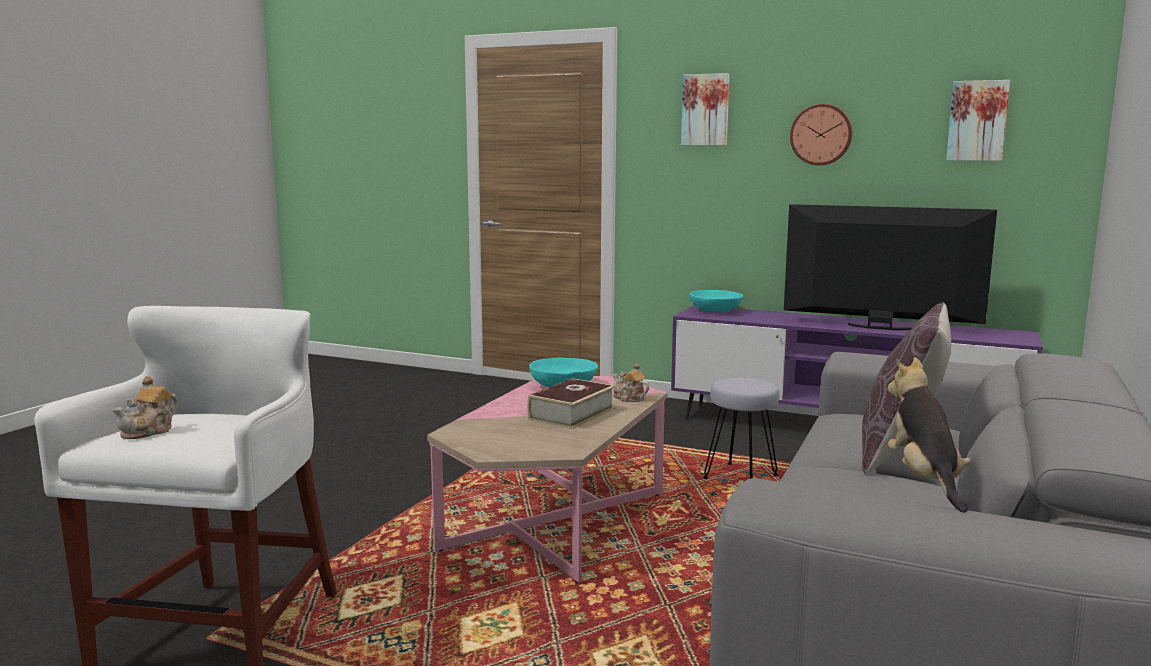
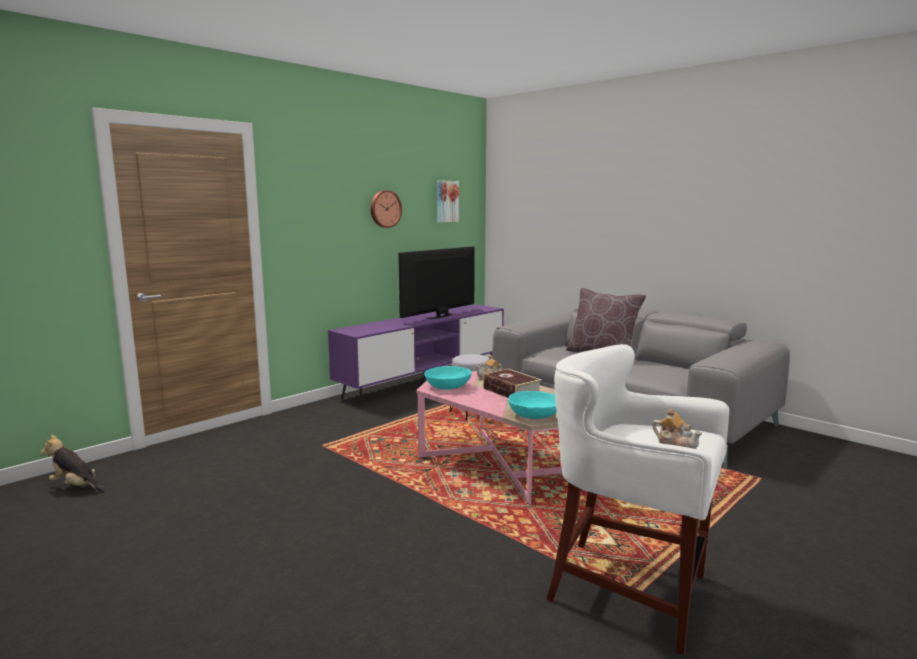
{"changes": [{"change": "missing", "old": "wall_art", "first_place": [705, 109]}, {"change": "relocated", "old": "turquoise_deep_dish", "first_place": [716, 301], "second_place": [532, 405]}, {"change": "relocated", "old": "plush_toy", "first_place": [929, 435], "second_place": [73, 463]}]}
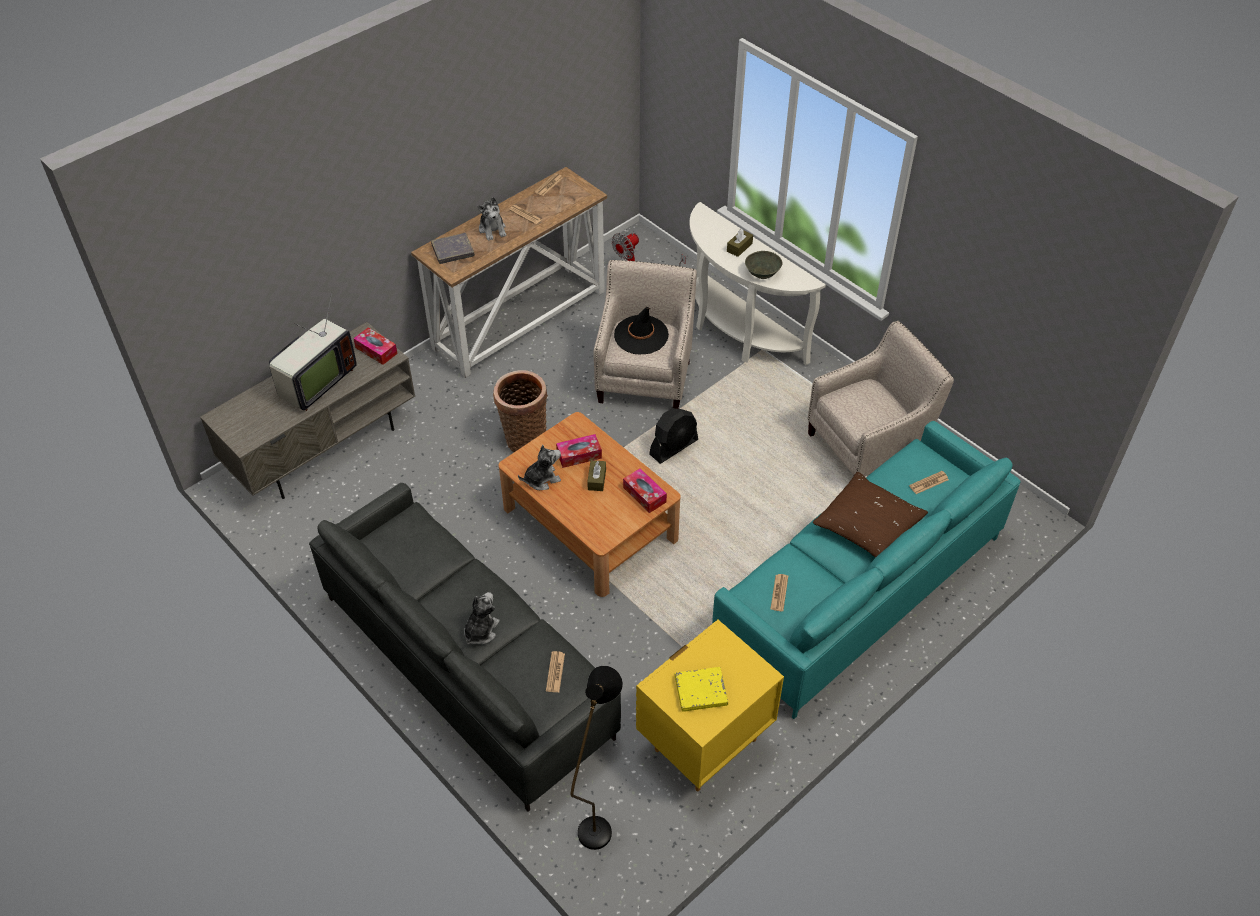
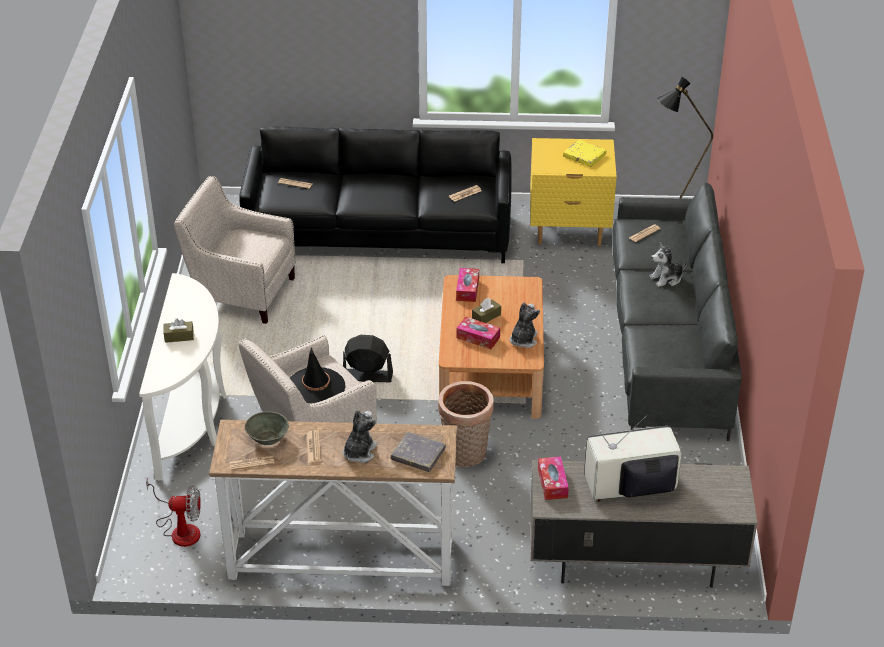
{"changes": [{"change": "spun", "old": "plush_toy", "first_place": [539, 467], "second_place": [525, 325], "degrees": 90}, {"change": "colour", "old": "turquoise_sofa", "new": "black-coloured_sofa", "first_place": [866, 570], "second_place": [375, 194]}, {"change": "relocated", "old": "grey_deep_dish", "first_place": [764, 265], "second_place": [266, 428]}, {"change": "missing", "old": "brown-coloured_cushion", "first_place": [870, 515]}]}
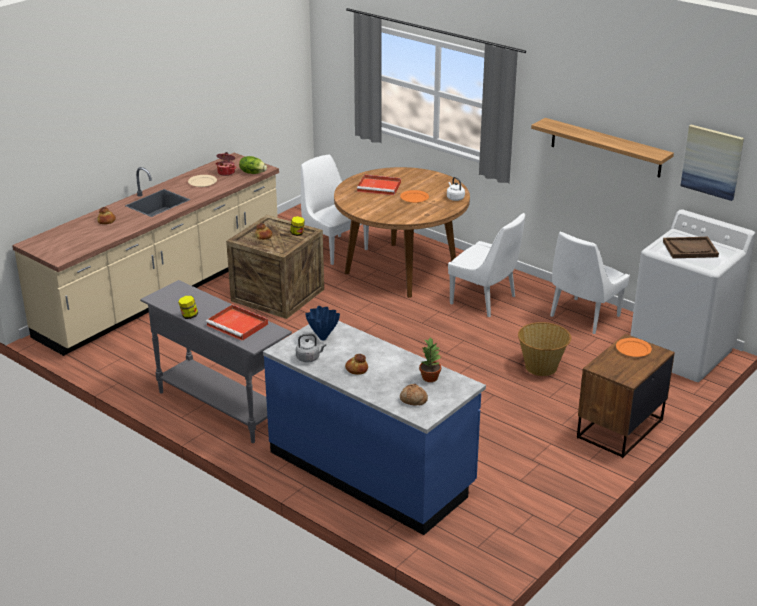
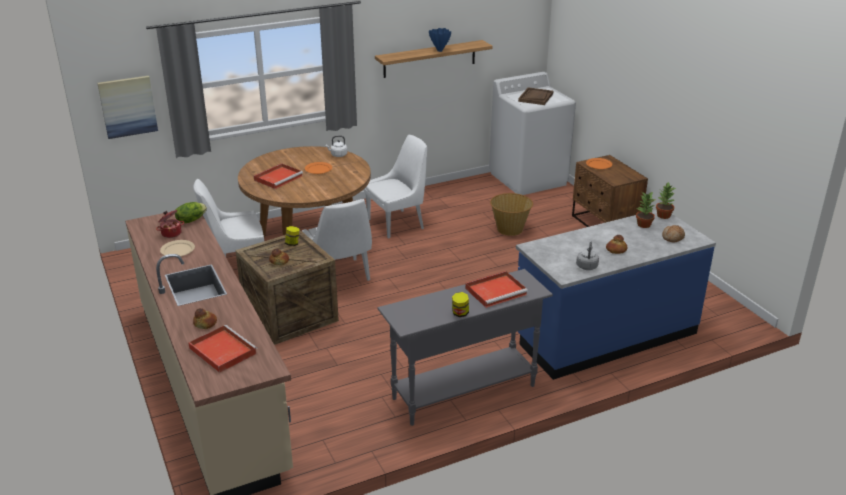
{"changes": [{"change": "relocated", "old": "blue_vase", "first_place": [322, 323], "second_place": [440, 40]}, {"change": "relocated", "old": "white-coloured_upright_chair", "first_place": [590, 283], "second_place": [337, 240]}, {"change": "relocated", "old": "wall_art", "first_place": [712, 163], "second_place": [127, 107]}, {"change": "appeared", "new": "reddish_carrying_tray", "second_place": [223, 349]}, {"change": "appeared", "new": "potted_plant", "second_place": [666, 201]}]}
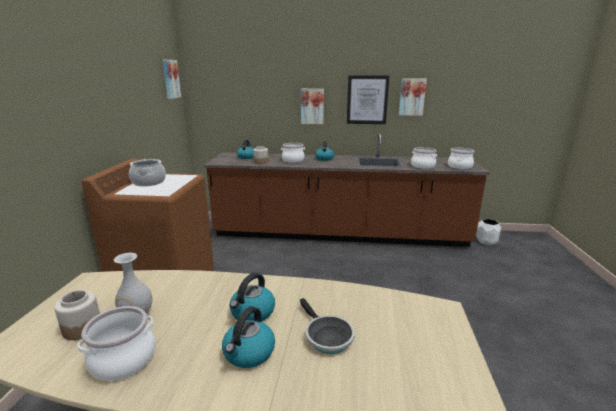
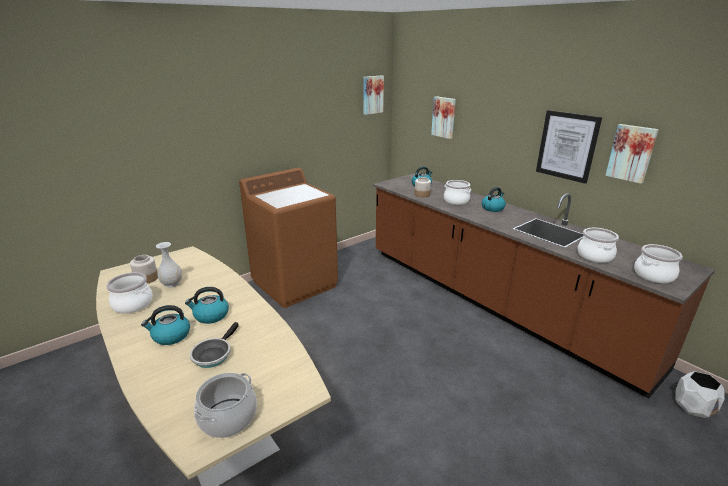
{"changes": [{"change": "relocated", "old": "saucepot", "first_place": [147, 172], "second_place": [225, 405]}, {"change": "relocated", "old": "wall_art", "first_place": [312, 106], "second_place": [443, 117]}]}
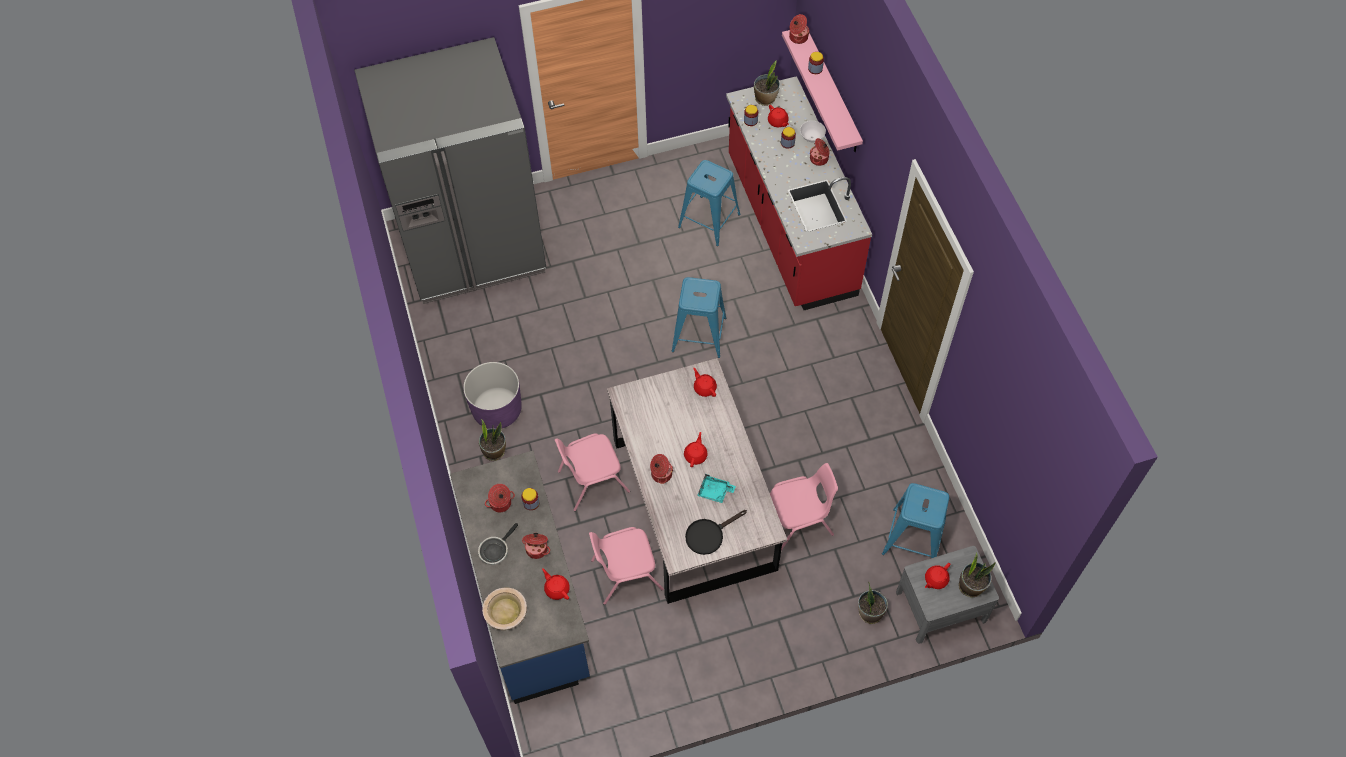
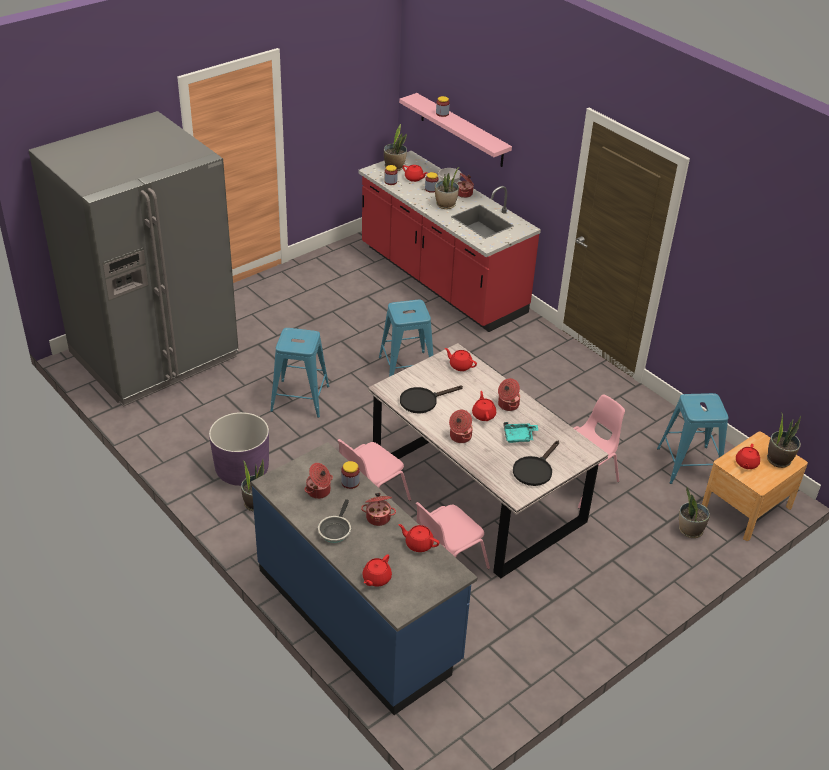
{"changes": [{"change": "exchanged", "old": "beige-coloured_deep_dish", "new": "reddish_teapot", "first_place": [504, 608], "second_place": [377, 570]}, {"change": "relocated", "old": "blue_stool", "first_place": [709, 203], "second_place": [299, 373]}, {"change": "relocated", "old": "saucepot", "first_place": [799, 29], "second_place": [509, 394]}, {"change": "colour", "old": "grey_bedside_table", "new": "brown-coloured_bedside_table", "first_place": [947, 595], "second_place": [755, 486]}, {"change": "appeared", "new": "black-coloured_pan", "second_place": [431, 399]}, {"change": "appeared", "new": "potted_plant", "second_place": [447, 188]}]}
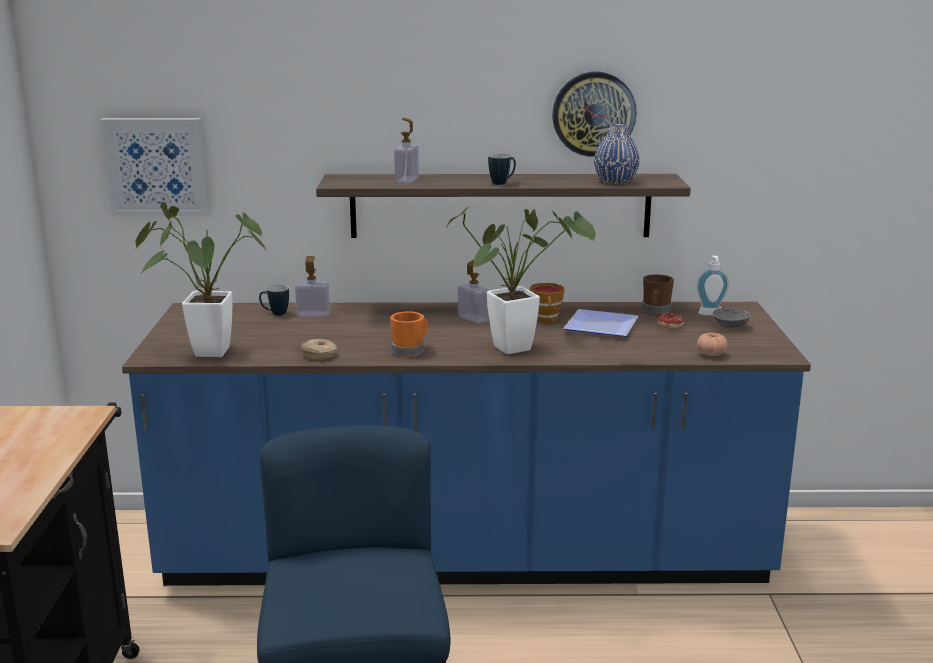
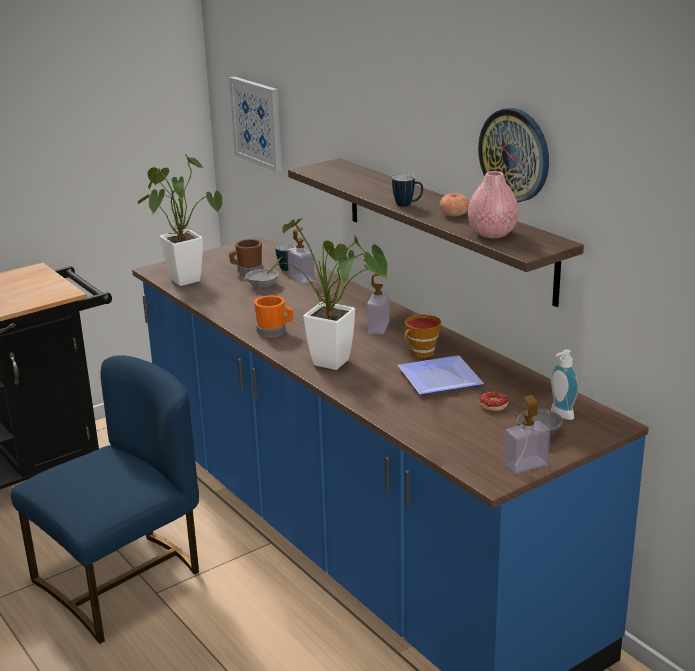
{"changes": [{"change": "missing", "old": "doughnut", "first_place": [319, 349]}, {"change": "relocated", "old": "soap_bottle", "first_place": [406, 150], "second_place": [527, 434]}, {"change": "colour", "old": "blue_vase", "new": "pinkish_vase", "first_place": [617, 154], "second_place": [493, 204]}, {"change": "relocated", "old": "brown-coloured_mug", "first_place": [658, 294], "second_place": [246, 257]}, {"change": "relocated", "old": "fresh_tomato", "first_place": [712, 344], "second_place": [454, 204]}, {"change": "appeared", "new": "grey_deep_dish", "second_place": [262, 278]}]}
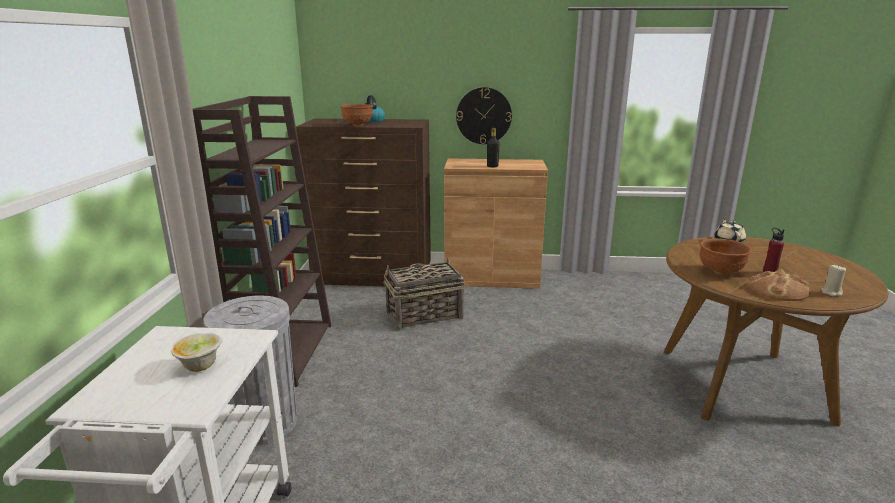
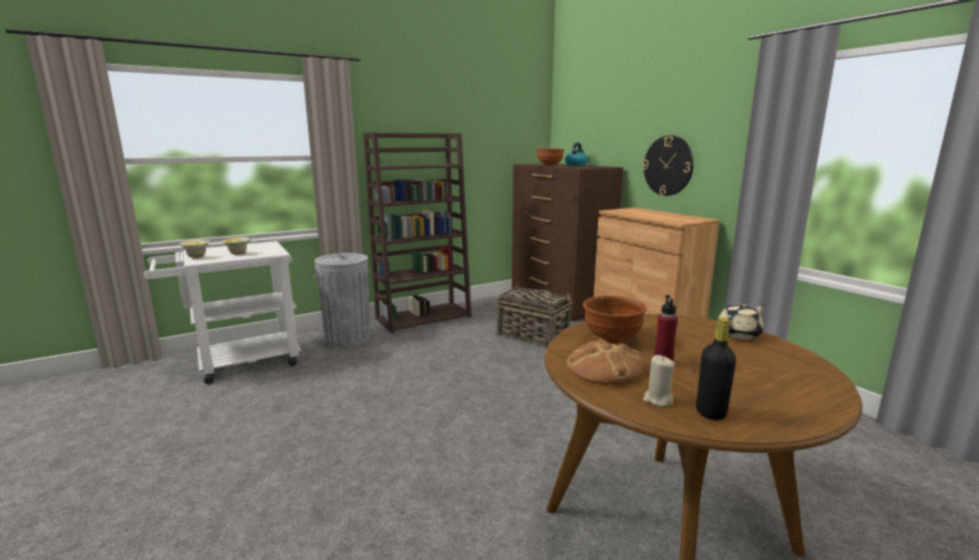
{"changes": [{"change": "relocated", "old": "black-coloured_bottle", "first_place": [493, 148], "second_place": [716, 368]}, {"change": "appeared", "new": "deep_dish", "second_place": [194, 249]}]}
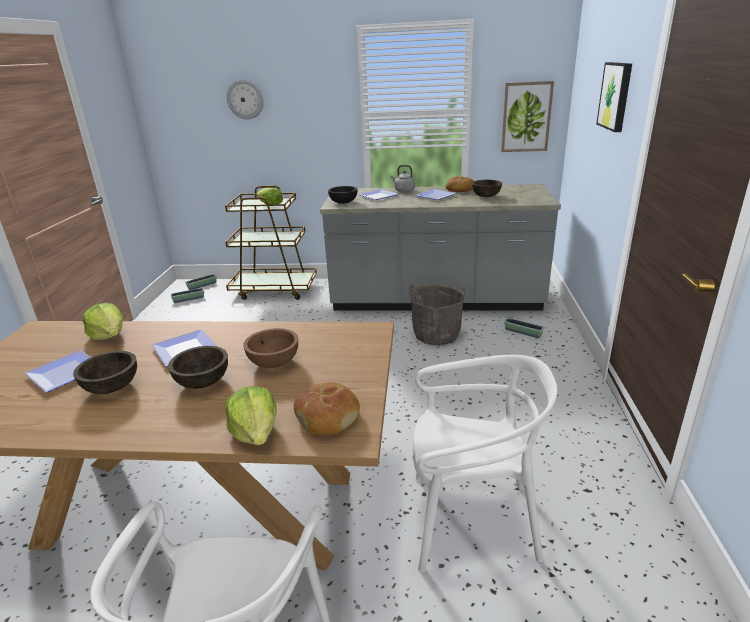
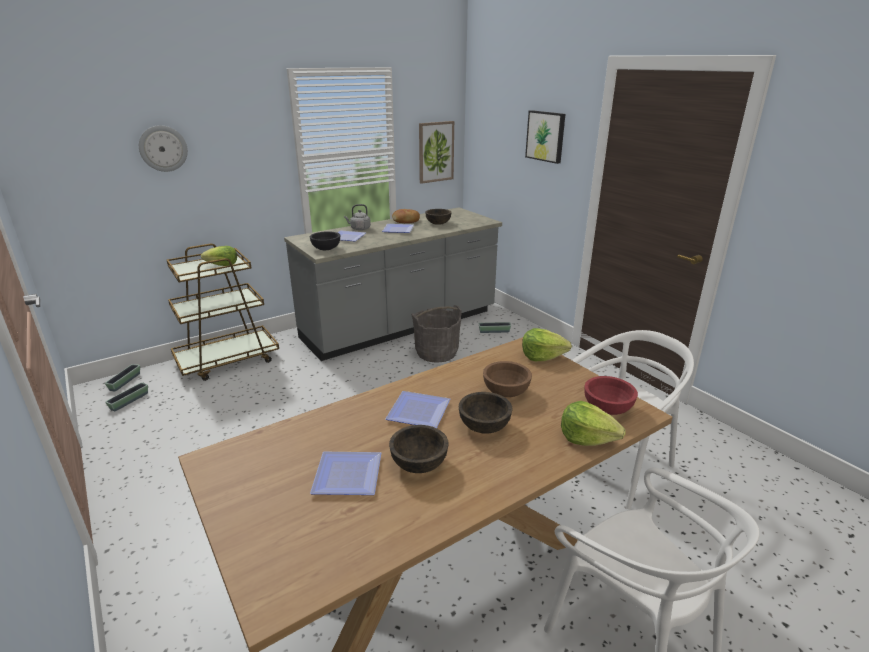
{"changes": [{"change": "relocated", "old": "lettuce", "first_place": [103, 321], "second_place": [547, 344]}, {"change": "exchanged", "old": "bread", "new": "reddish_deep_dish", "first_place": [327, 409], "second_place": [611, 395]}]}
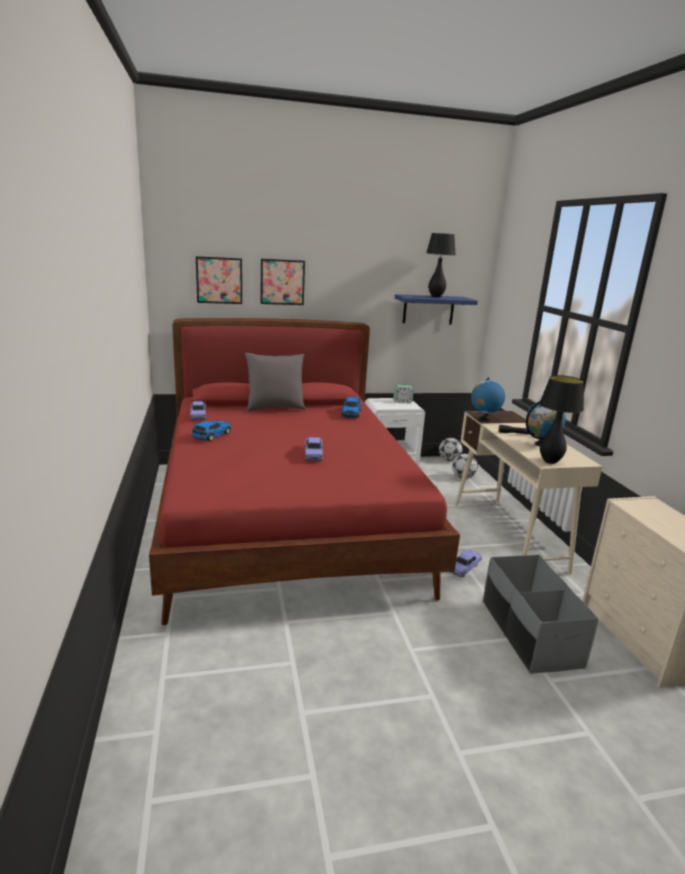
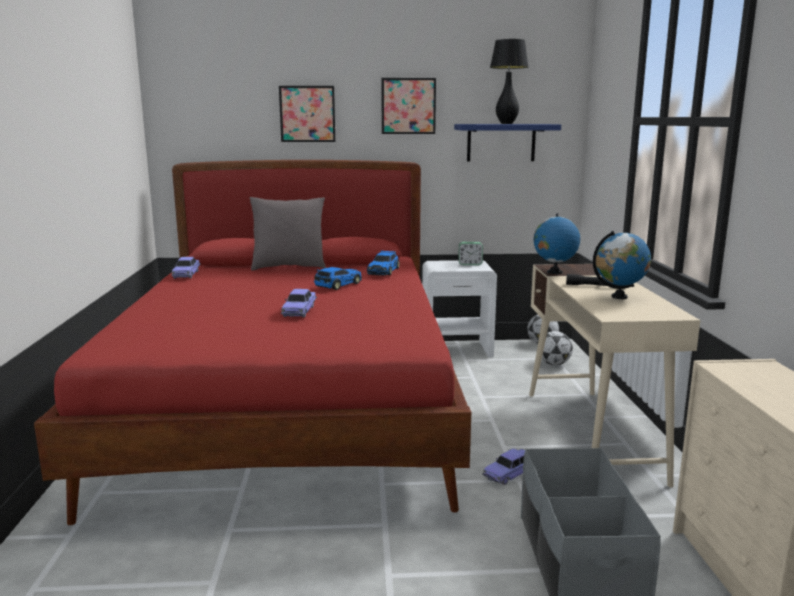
{"changes": [{"change": "relocated", "old": "model_car", "first_place": [212, 431], "second_place": [338, 278]}, {"change": "relocated", "old": "wall_art", "first_place": [219, 280], "second_place": [408, 106]}, {"change": "missing", "old": "black-coloured_tabletop_lamp", "first_place": [561, 419]}]}
